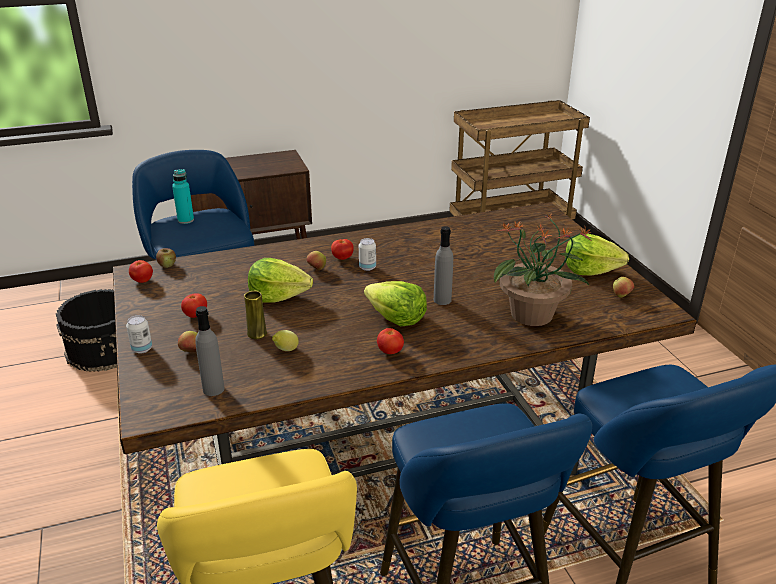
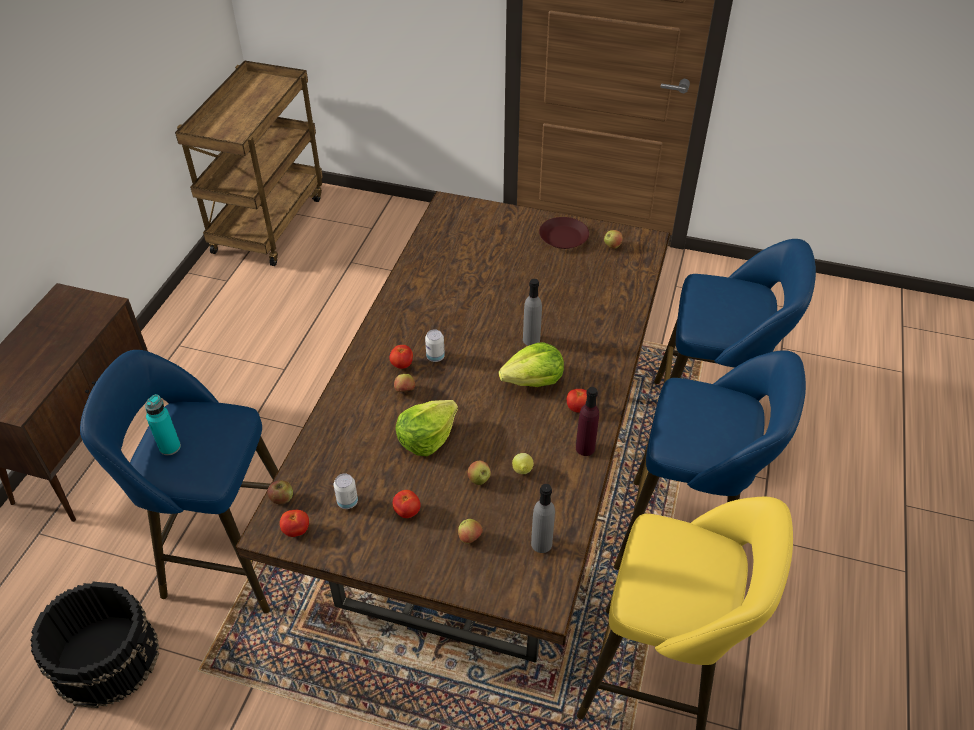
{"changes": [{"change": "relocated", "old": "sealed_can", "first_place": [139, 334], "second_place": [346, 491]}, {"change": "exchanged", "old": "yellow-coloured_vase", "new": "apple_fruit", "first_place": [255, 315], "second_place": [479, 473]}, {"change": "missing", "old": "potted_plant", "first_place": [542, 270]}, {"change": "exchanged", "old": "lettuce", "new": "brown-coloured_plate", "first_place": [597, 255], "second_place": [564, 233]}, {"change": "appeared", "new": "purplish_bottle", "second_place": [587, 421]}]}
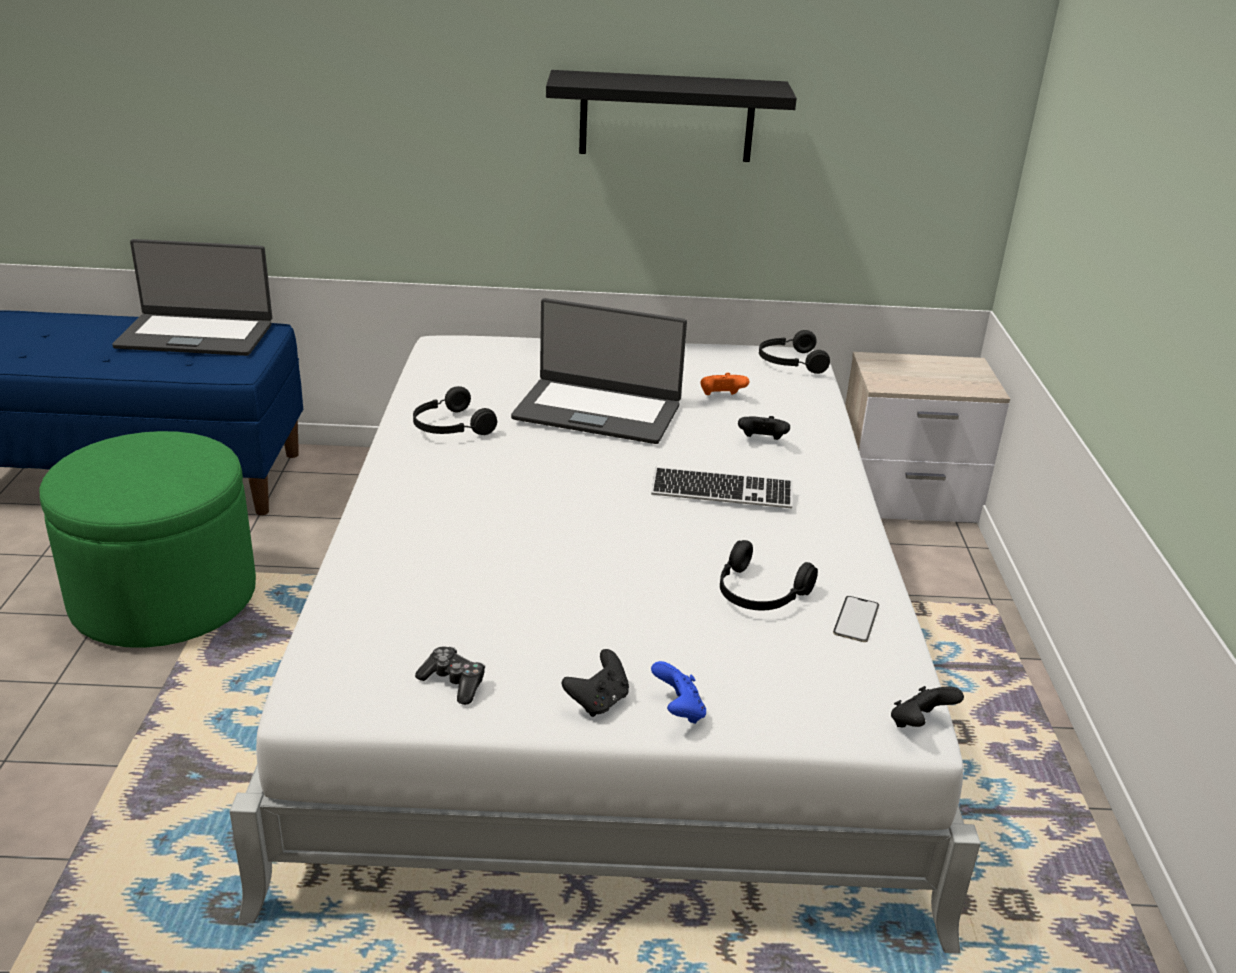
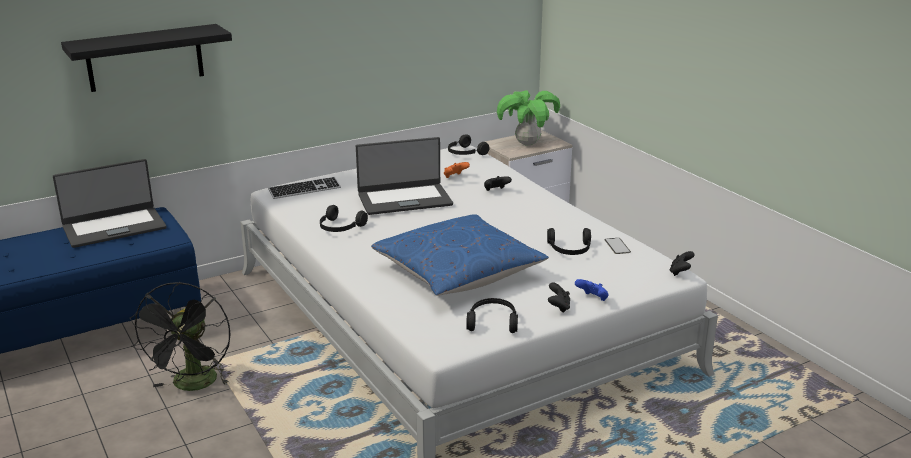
{"changes": [{"change": "exchanged", "old": "greenish_ottoman", "new": "black-coloured_electric_fan", "first_place": [147, 539], "second_place": [180, 336]}, {"change": "exchanged", "old": "game_controller", "new": "black-coloured_headset", "first_place": [450, 676], "second_place": [492, 315]}, {"change": "relocated", "old": "black-coloured_wall_shelf", "first_place": [671, 116], "second_place": [146, 58]}, {"change": "relocated", "old": "keyboard", "first_place": [722, 487], "second_place": [304, 188]}, {"change": "appeared", "new": "blue_cushion", "second_place": [460, 255]}, {"change": "appeared", "new": "potted_plant", "second_place": [528, 118]}]}
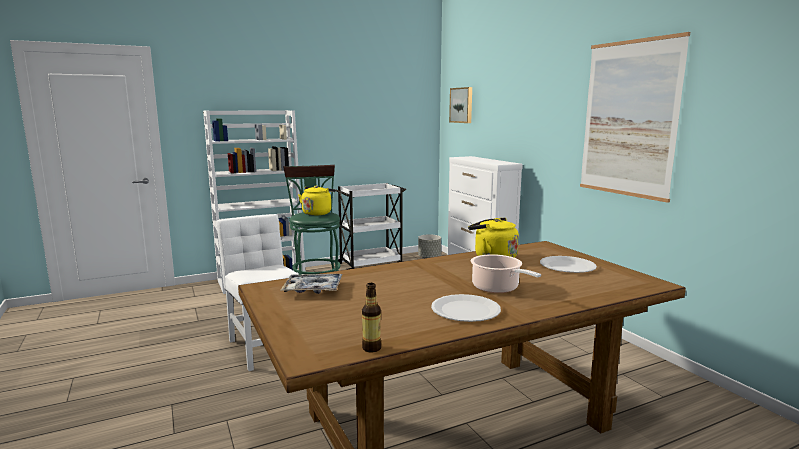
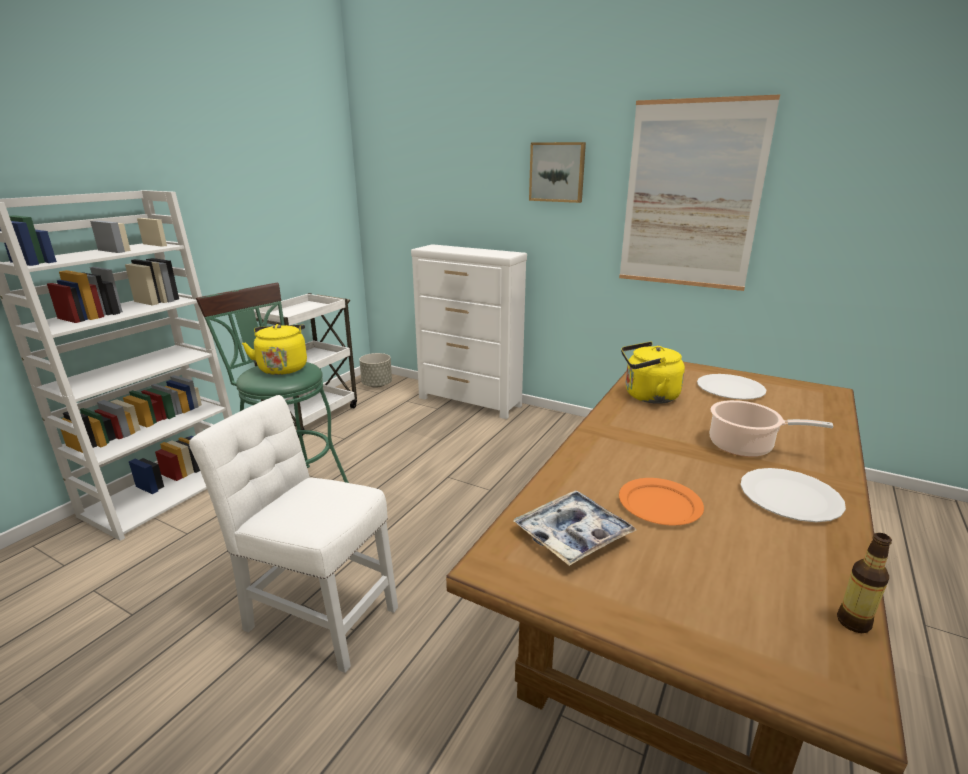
{"changes": [{"change": "relocated", "old": "wall_art", "first_place": [460, 105], "second_place": [557, 172]}, {"change": "appeared", "new": "orangey_plate", "second_place": [661, 502]}]}
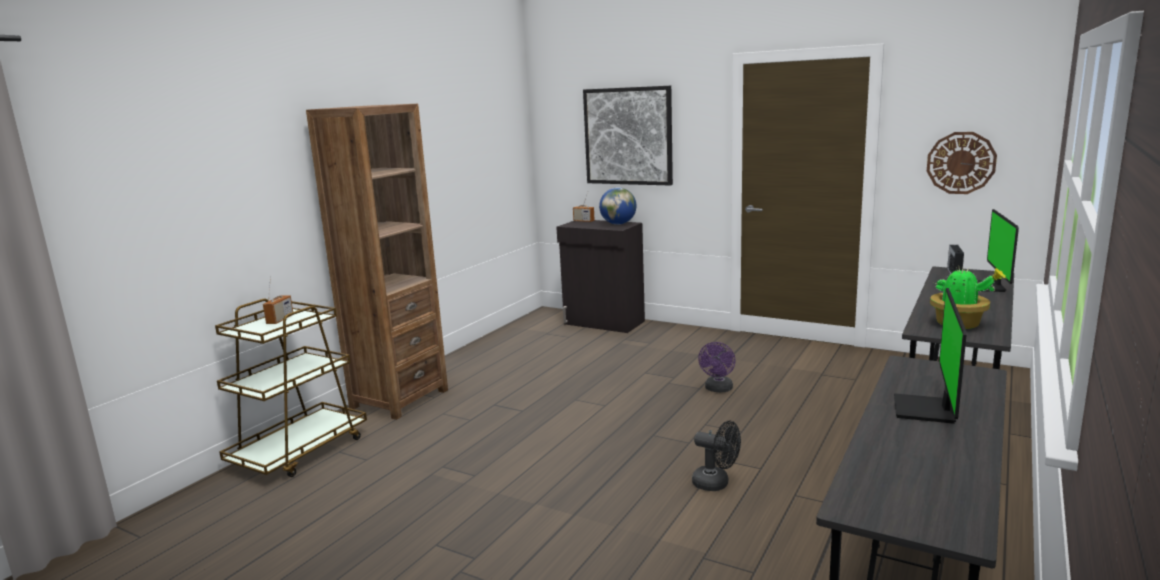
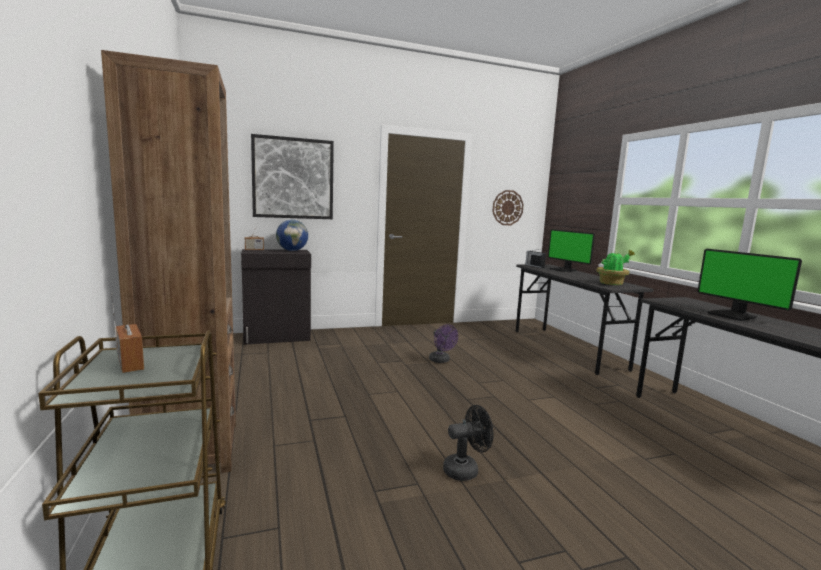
{"changes": [{"change": "relocated", "old": "black-coloured_electric_fan", "first_place": [716, 456], "second_place": [468, 443]}]}
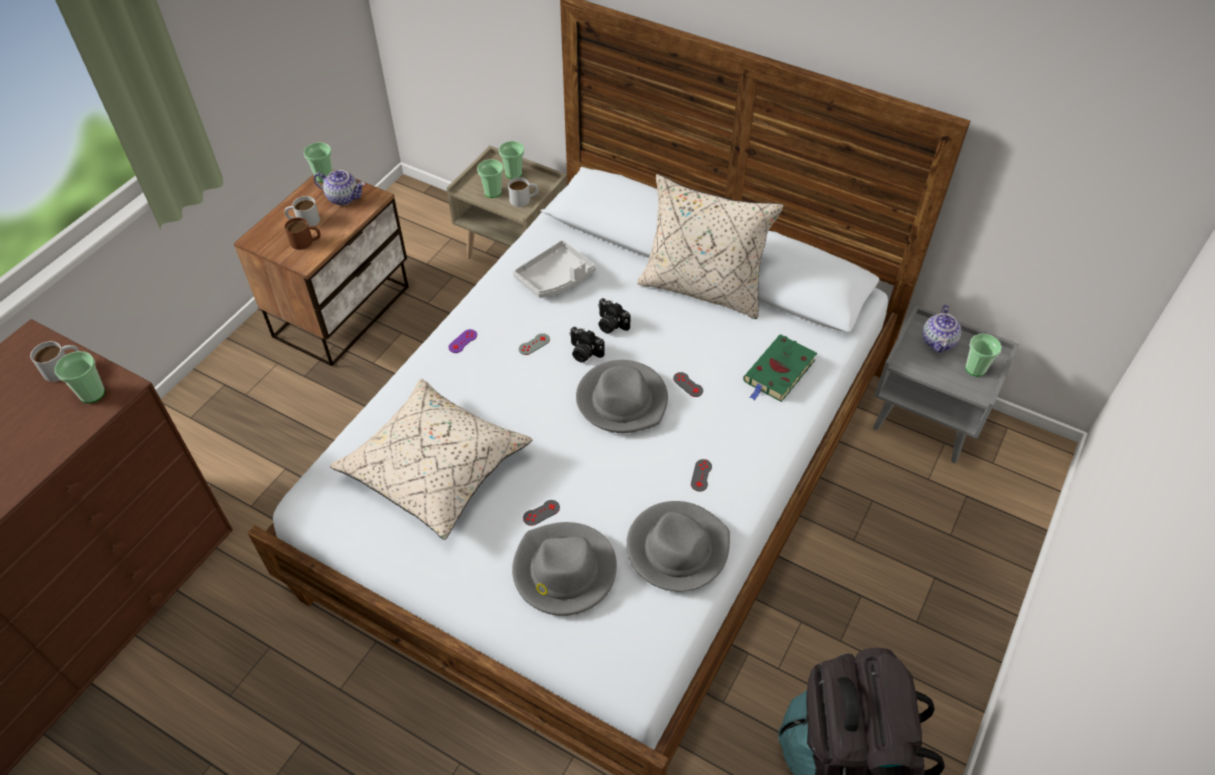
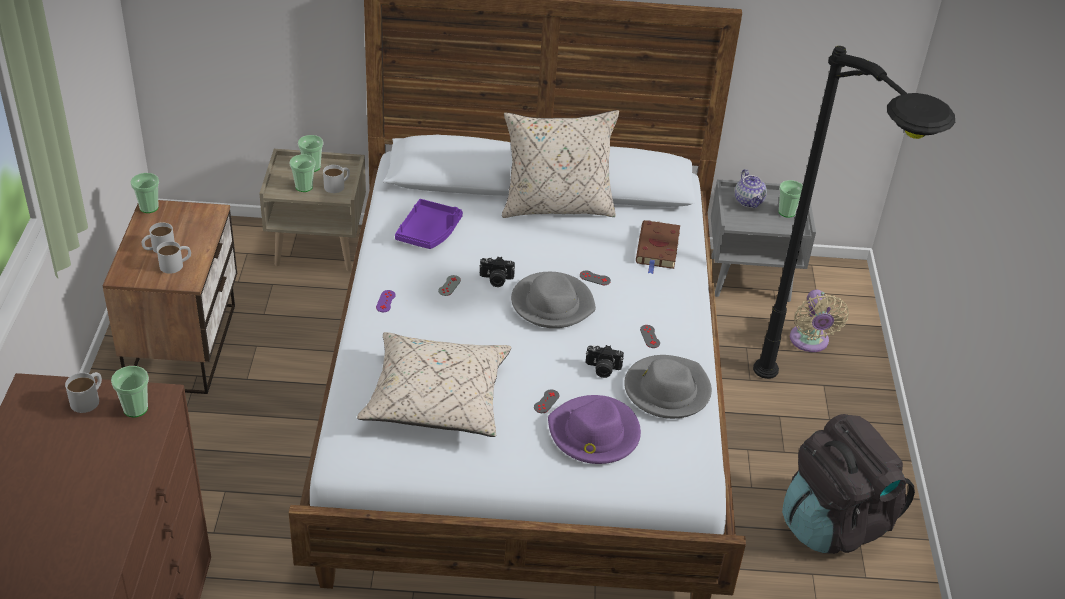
{"changes": [{"change": "colour", "old": "brown-coloured_mug", "new": "white-coloured_mug", "first_place": [302, 233], "second_place": [174, 257]}, {"change": "missing", "old": "teapot", "first_place": [339, 187]}, {"change": "colour", "old": "grey_wearable_hat", "new": "purplish_wearable_hat", "first_place": [564, 569], "second_place": [594, 429]}, {"change": "colour", "old": "grey_carrying_tray", "new": "purplish_carrying_tray", "first_place": [554, 269], "second_place": [429, 224]}, {"change": "relocated", "old": "still_camera", "first_place": [614, 316], "second_place": [605, 361]}, {"change": "colour", "old": "greenish_bound_book", "new": "brown-coloured_bound_book", "first_place": [780, 368], "second_place": [658, 247]}, {"change": "appeared", "new": "black-coloured_standing_lamp", "second_place": [854, 212]}, {"change": "appeared", "new": "beige-coloured_electric_fan", "second_place": [819, 321]}]}
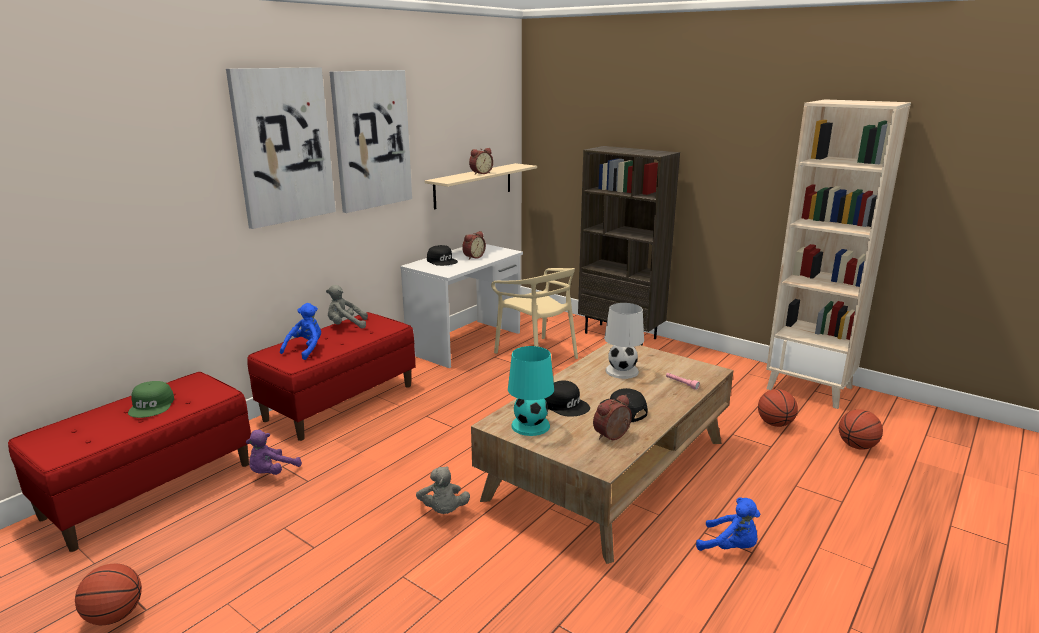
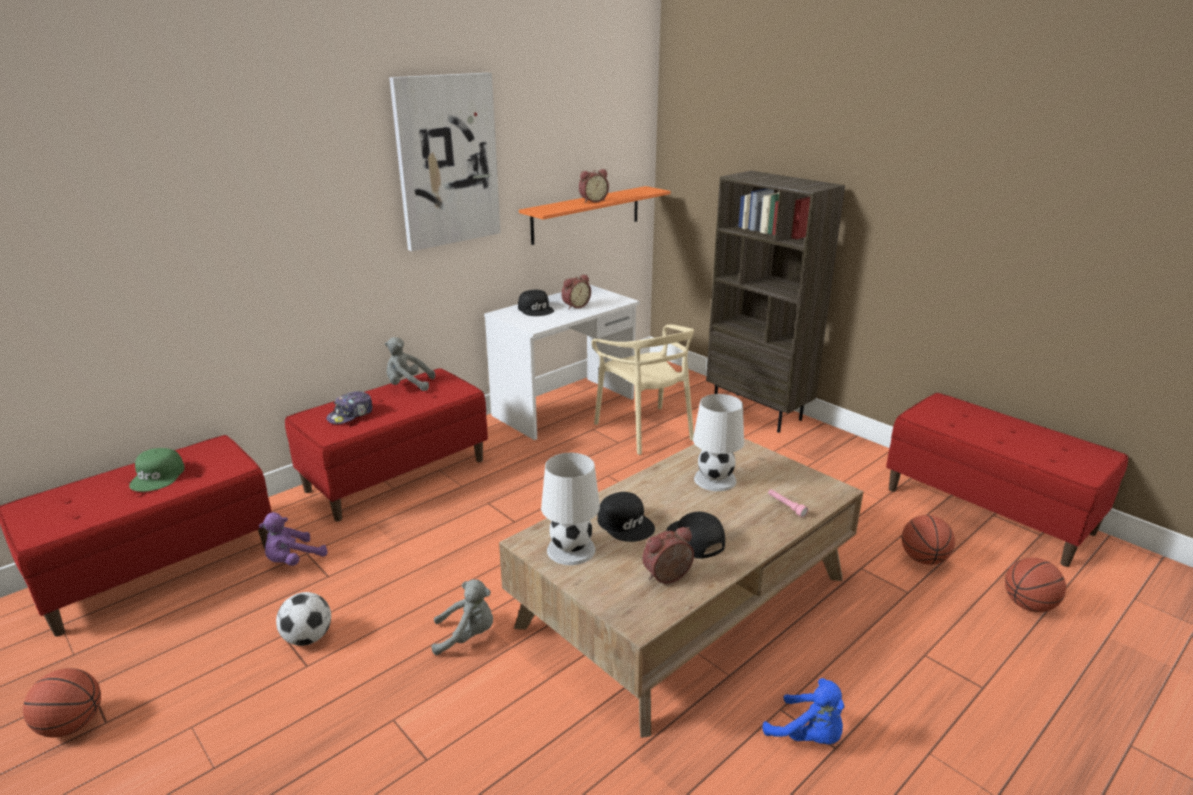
{"changes": [{"change": "missing", "old": "wall_art", "first_place": [281, 148]}, {"change": "exchanged", "old": "blue_plush_toy", "new": "cap", "first_place": [300, 331], "second_place": [349, 407]}, {"change": "spun", "old": "grey_plush_toy", "first_place": [443, 490], "second_place": [462, 617], "degrees": -90}, {"change": "colour", "old": "beige-coloured_wall_shelf", "new": "orangey_wall_shelf", "first_place": [481, 186], "second_place": [595, 215]}, {"change": "colour", "old": "turquoise_tabletop_lamp", "new": "white-coloured_tabletop_lamp", "first_place": [531, 391], "second_place": [570, 509]}, {"change": "exchanged", "old": "beige-coloured_bookcase", "new": "reddish_indoor_bench", "first_place": [838, 254], "second_place": [1007, 480]}, {"change": "appeared", "new": "football_ball", "second_place": [303, 619]}]}
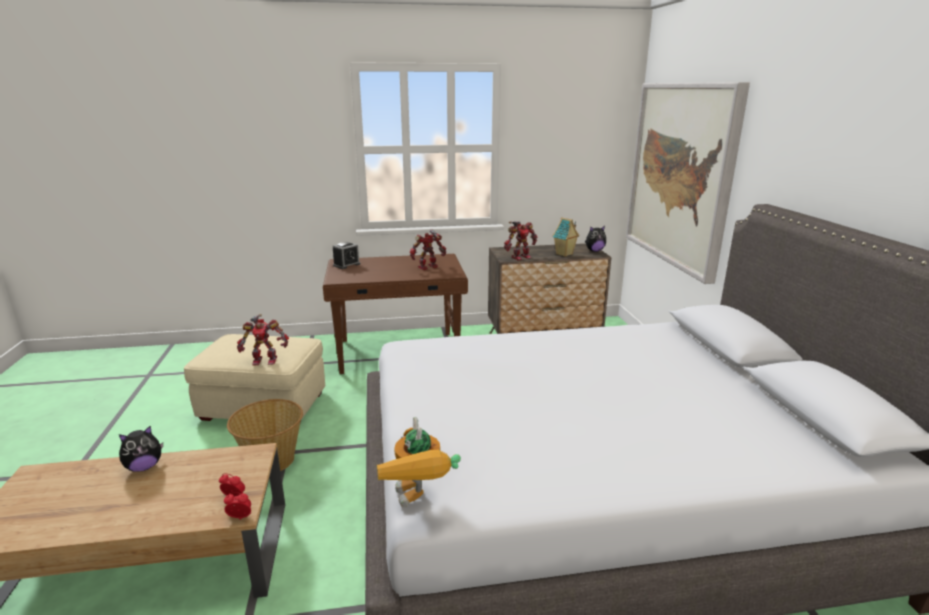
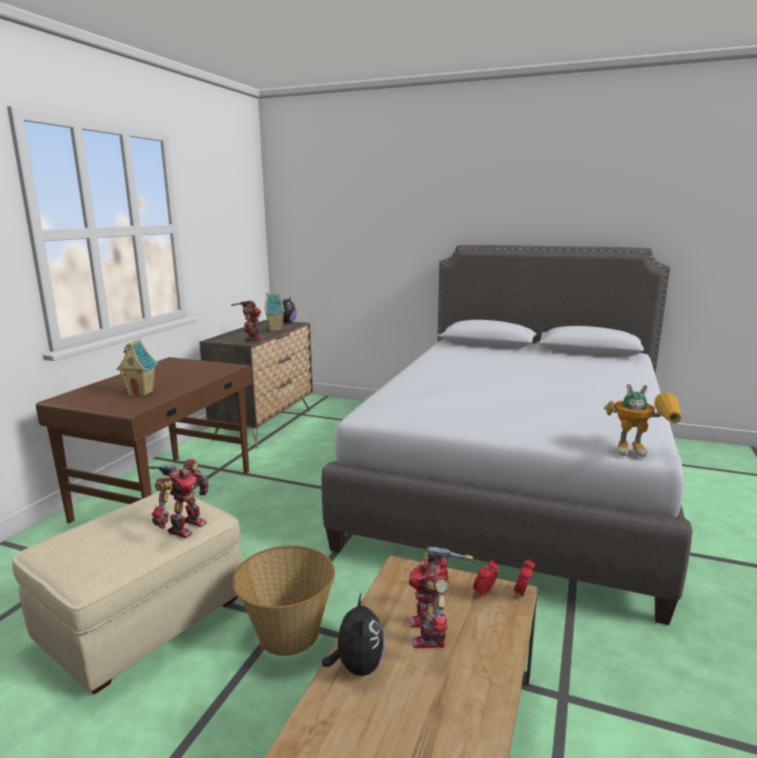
{"changes": [{"change": "missing", "old": "bedside_clock", "first_place": [346, 255]}, {"change": "relocated", "old": "model_robot", "first_place": [428, 250], "second_place": [441, 597]}, {"change": "missing", "old": "wall_art", "first_place": [688, 183]}, {"change": "appeared", "new": "miniature_house", "second_place": [137, 367]}]}
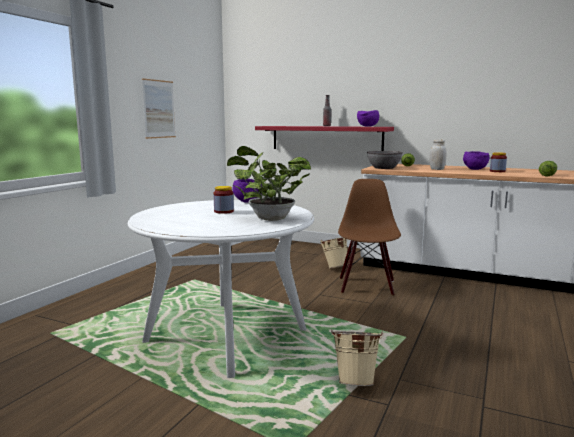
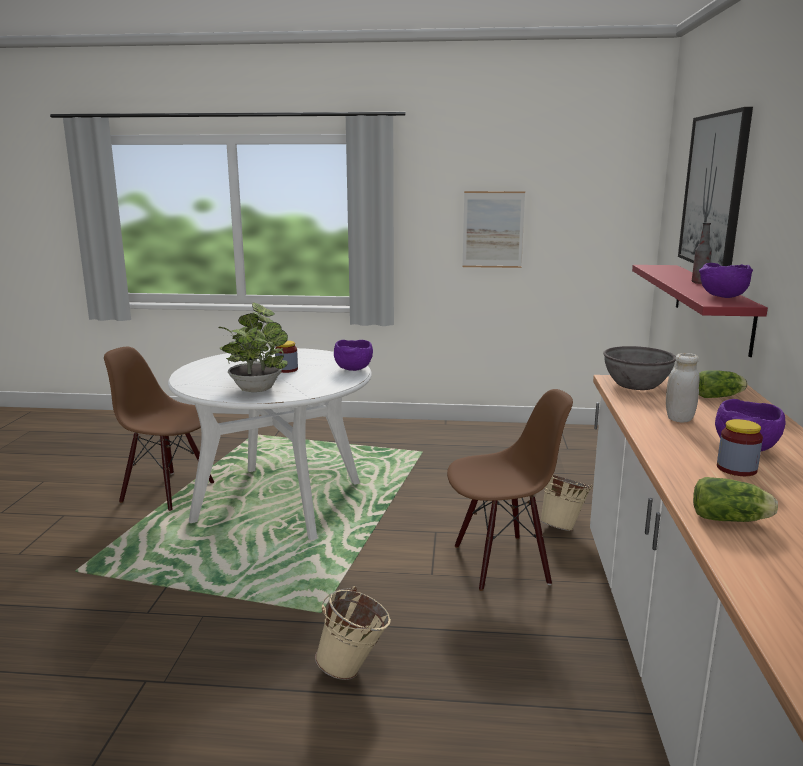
{"changes": [{"change": "relocated", "old": "beige-coloured_bucket", "first_place": [357, 358], "second_place": [353, 633]}, {"change": "appeared", "new": "brown-coloured_upright_chair", "second_place": [159, 429]}, {"change": "appeared", "new": "wall_art", "second_place": [715, 186]}]}
